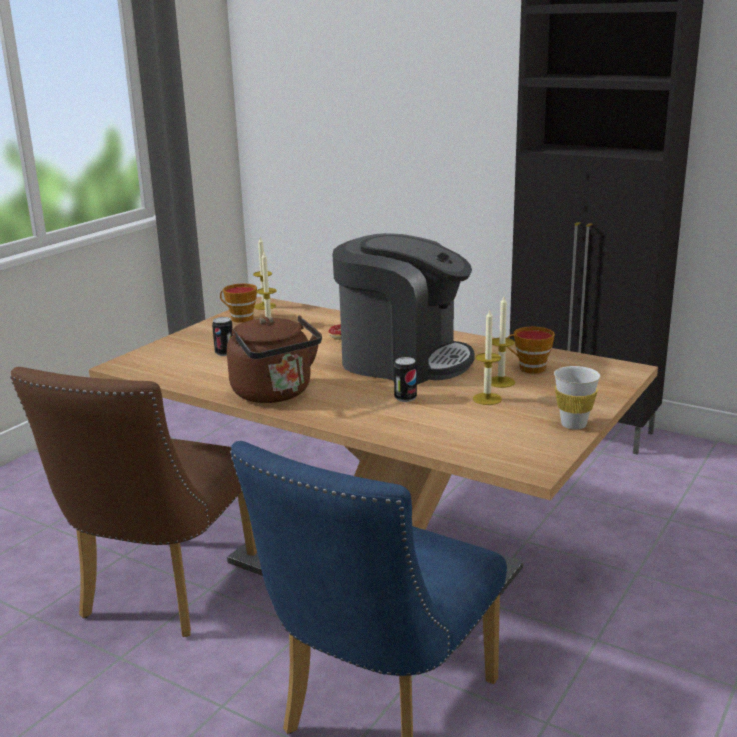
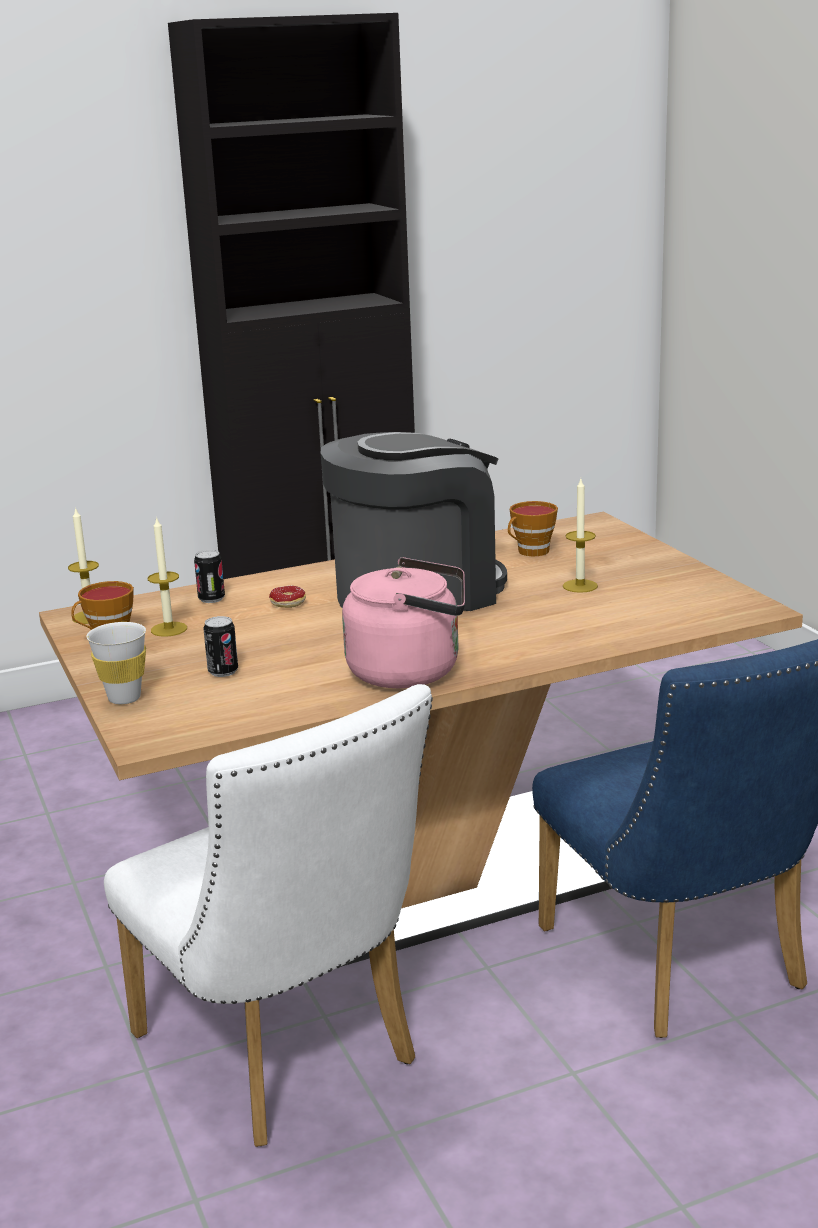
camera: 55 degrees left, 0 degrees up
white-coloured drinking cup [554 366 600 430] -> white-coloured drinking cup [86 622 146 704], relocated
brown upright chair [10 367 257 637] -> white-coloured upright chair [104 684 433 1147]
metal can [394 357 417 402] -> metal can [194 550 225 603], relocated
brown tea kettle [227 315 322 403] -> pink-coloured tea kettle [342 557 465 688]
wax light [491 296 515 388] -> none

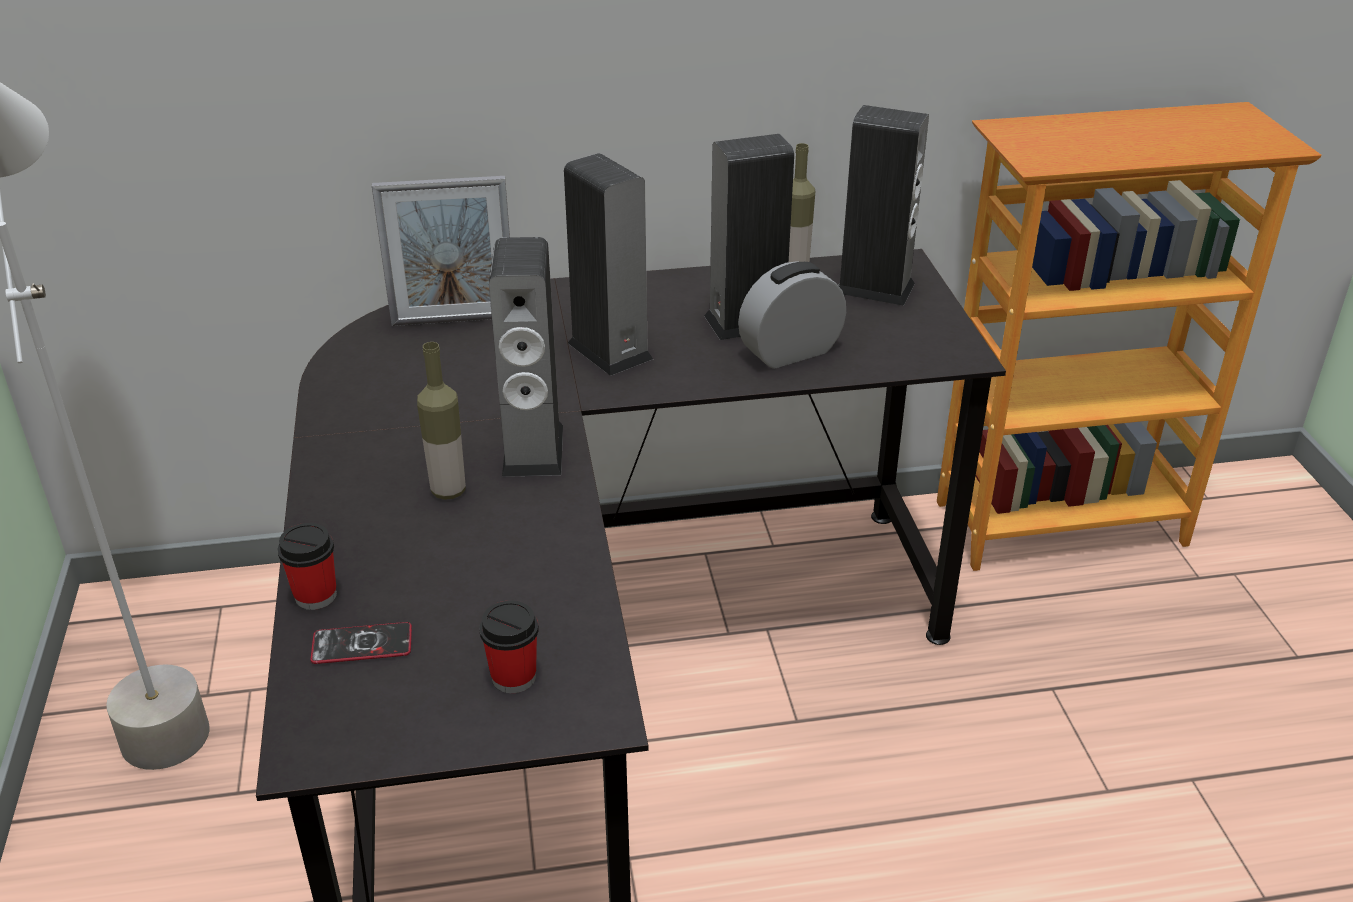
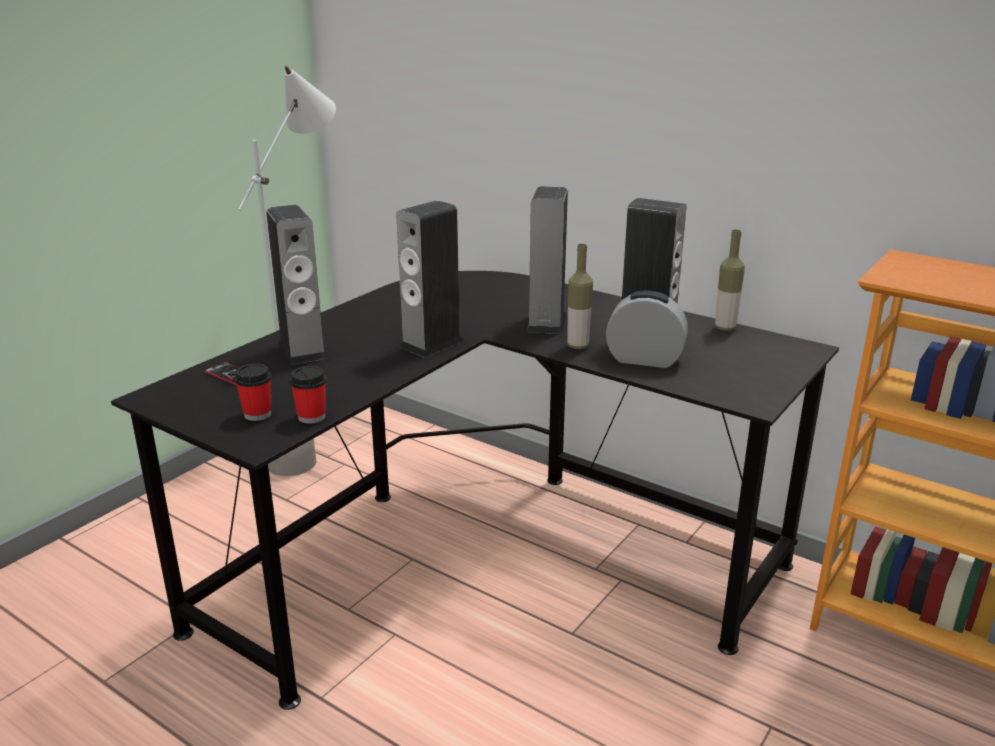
camera: 45 degrees right, 10 degrees down
audio speaker [838 105 929 306] -> audio speaker [266 205 328 365], relocated
drinking cup [278 523 337 610] -> drinking cup [290 366 326 424], relocated
drink bottle [417 342 466 500] -> drink bottle [567 244 593 349], relocated
standing frame [372 176 510 326] -> none

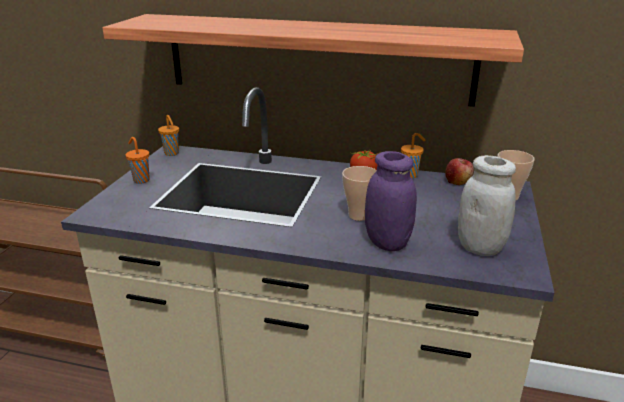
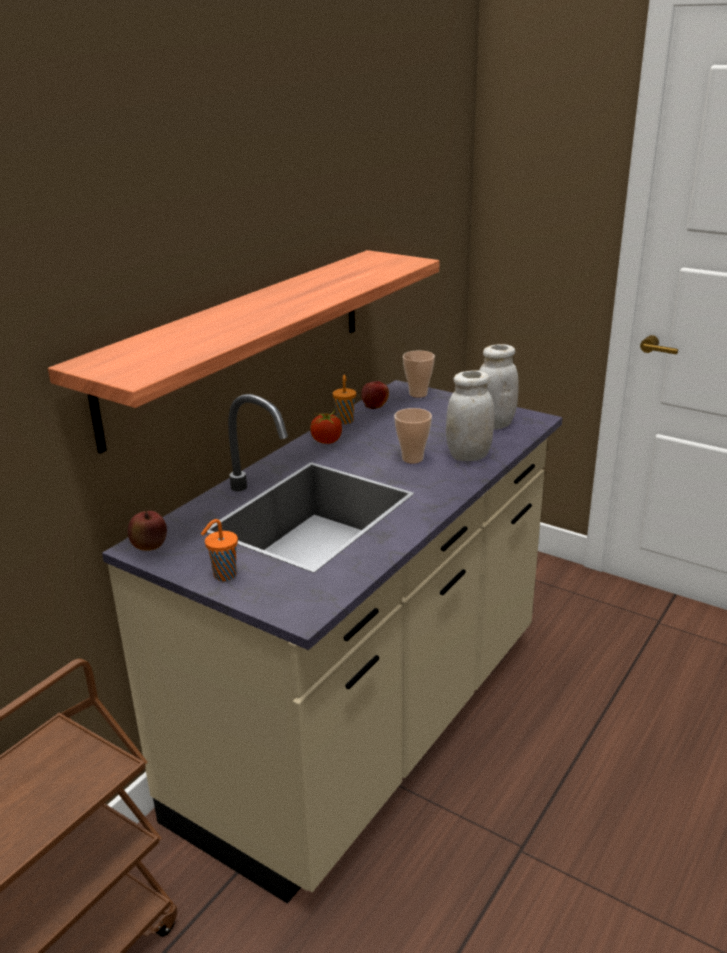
camera: 70 degrees left, 0 degrees up
orange drinking cup [158 115 179 156] -> apple fruit [128 509 167 551]
purplish preserve jar [365 151 417 251] -> white-coloured preserve jar [446 370 494 461]

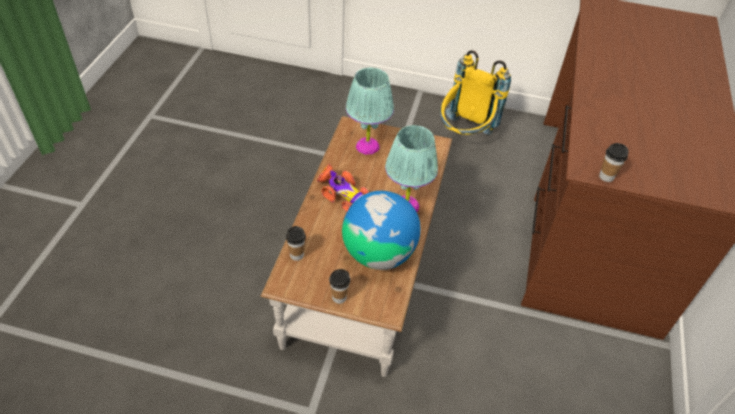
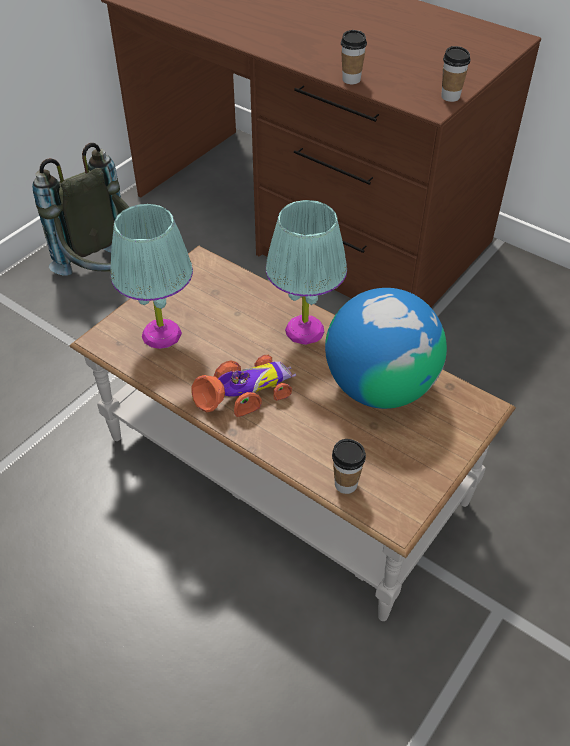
camera: 65 degrees left, 0 degrees up
yellowish rucksack [440 50 511 135] -> greyish rucksack [32 143 129 276]
drinking cup [329 269 350 304] -> drinking cup [341 30 367 84], relocated

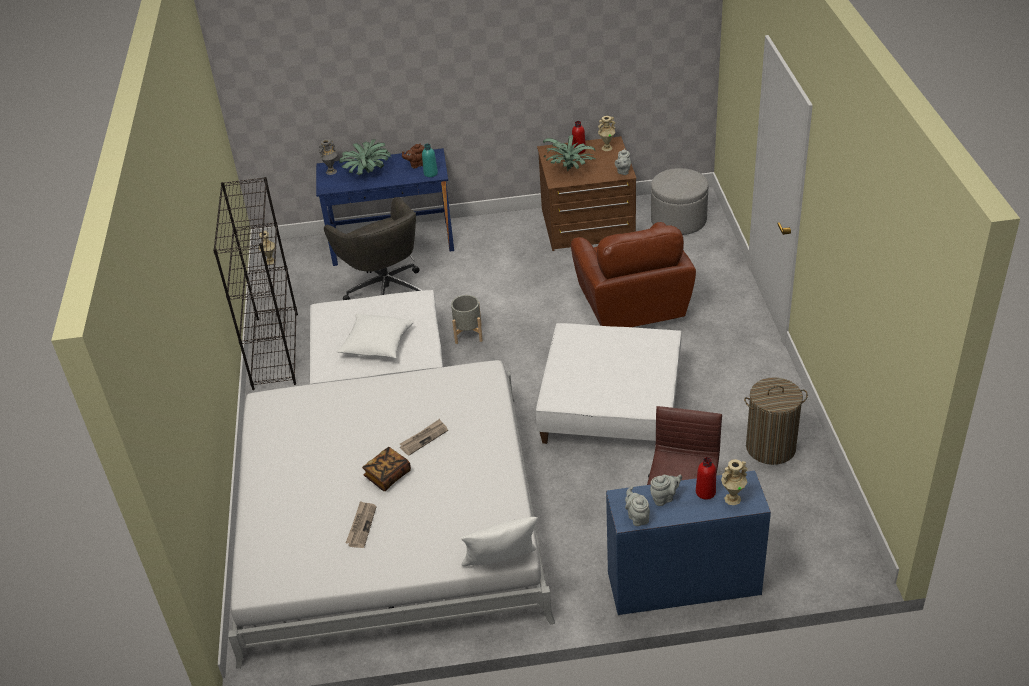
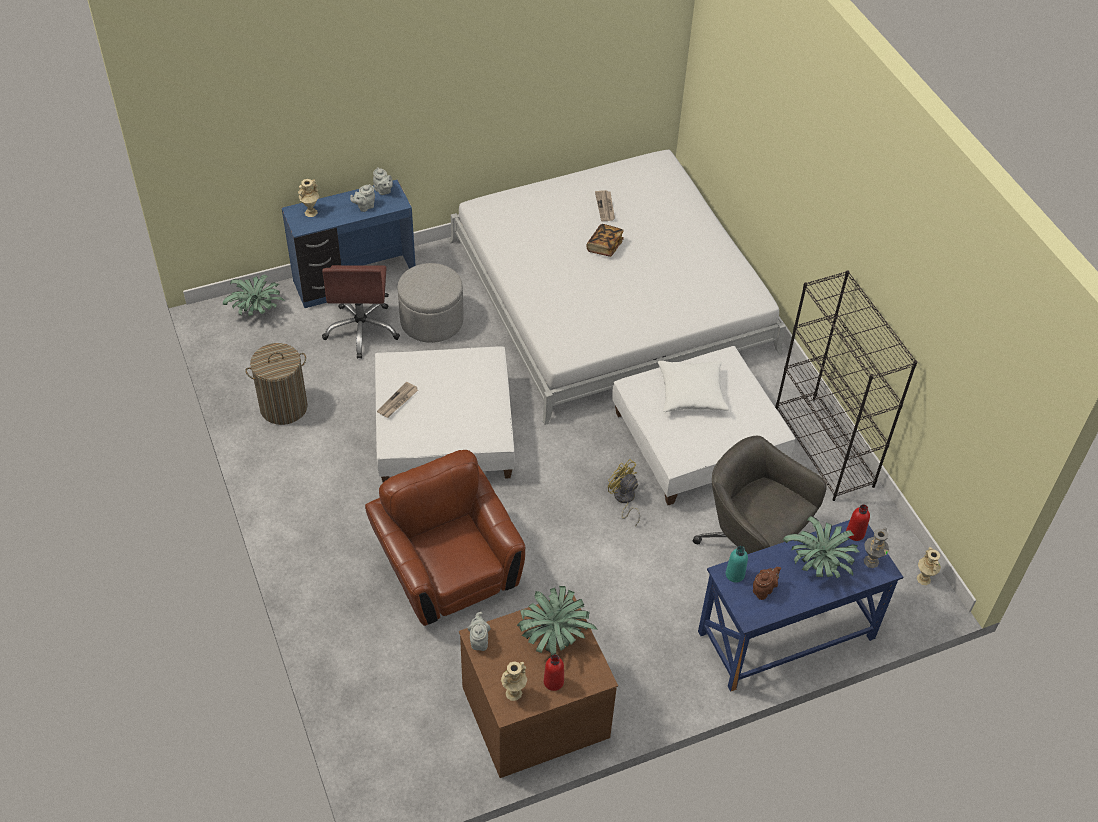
camera: 160 degrees right, 10 degrees up
none -> houseplant [223 275 284 316]
printed paper [400 419 448 456] -> printed paper [377 381 418 418], relocated
greyish footrest [651 168 708 235] -> greyish footrest [397 263 464 343], relocated
greyish planter [451 295 483 344] -> yellowish electric fan [608 459 640 526]
red drink bottle [696 457 716 500] -> red drink bottle [846 504 870 541], relocated
white-coloured cushion [461 517 538 566] -> none

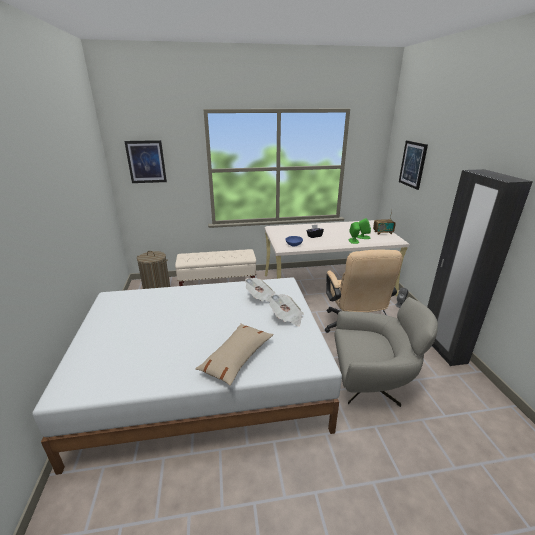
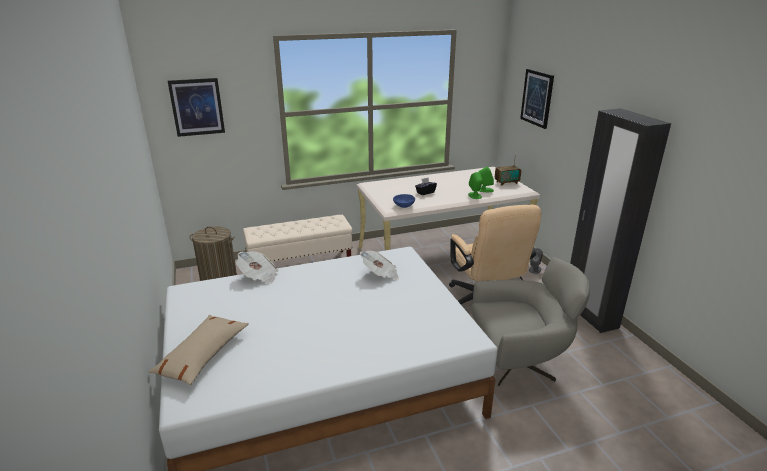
camera: 10 degrees left, 0 degrees up
sand-coloured cushion [195 323 274 386] -> sand-coloured cushion [148 315 249 385], relocated
printed paper [269 294 304 326] -> printed paper [236 251 278 284], relocated

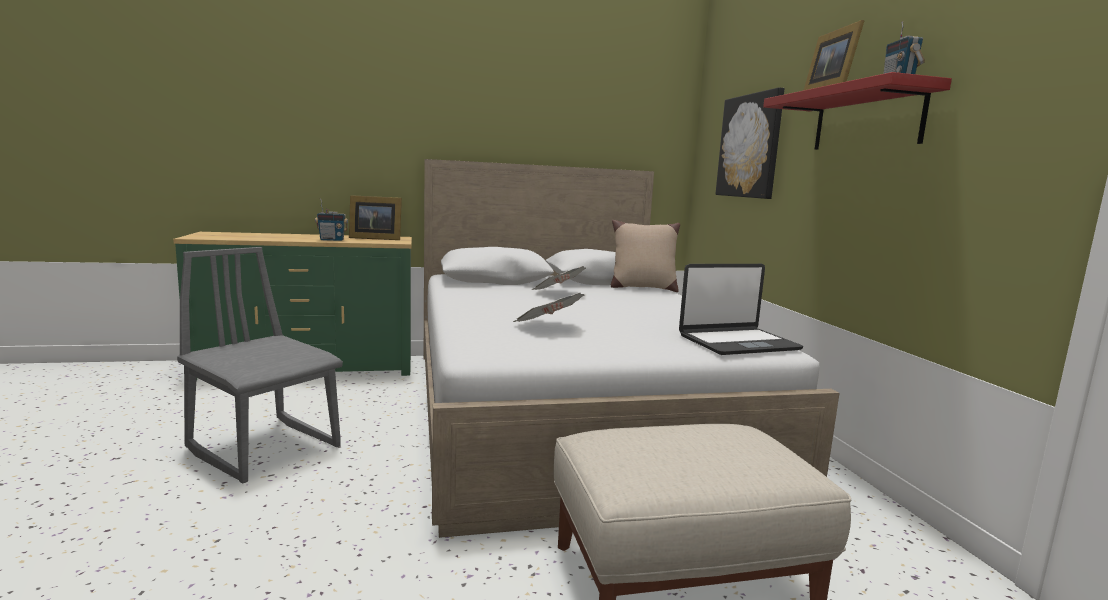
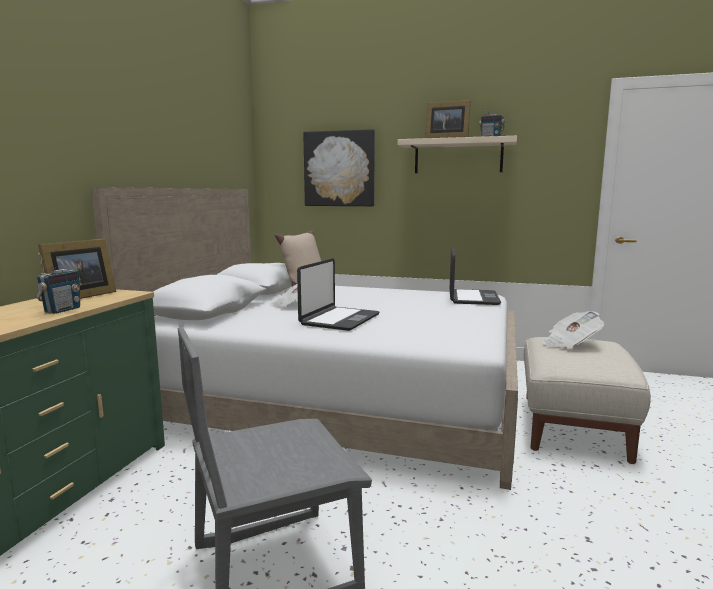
camera: 60 degrees left, 0 degrees up
none -> notebook computer [297 258 379 331]
red wall shelf [763 72 952 150] -> sand-coloured wall shelf [398 136 517 173]
printed paper [513 293 585 322] -> printed paper [542 311 604 348], relocated

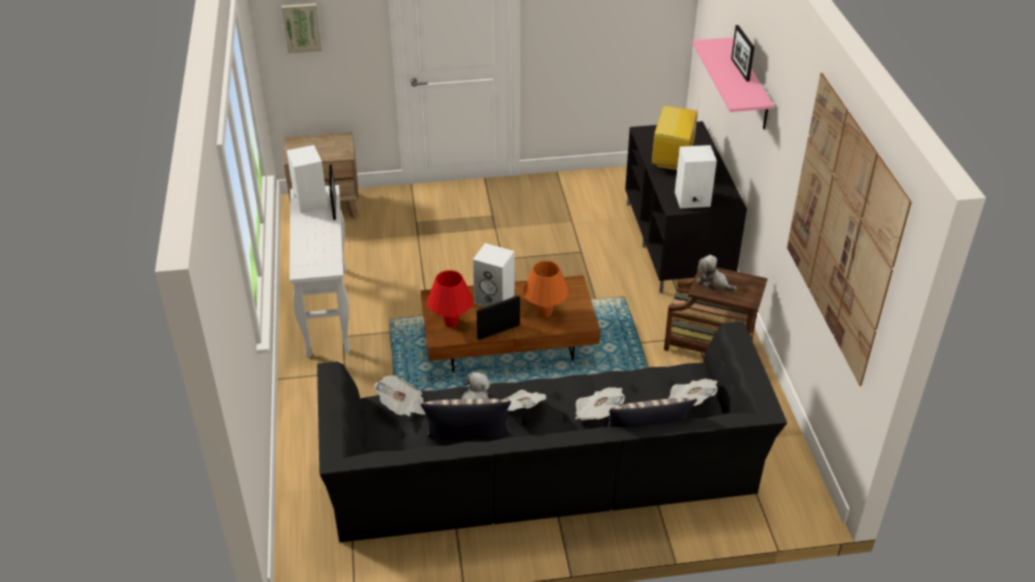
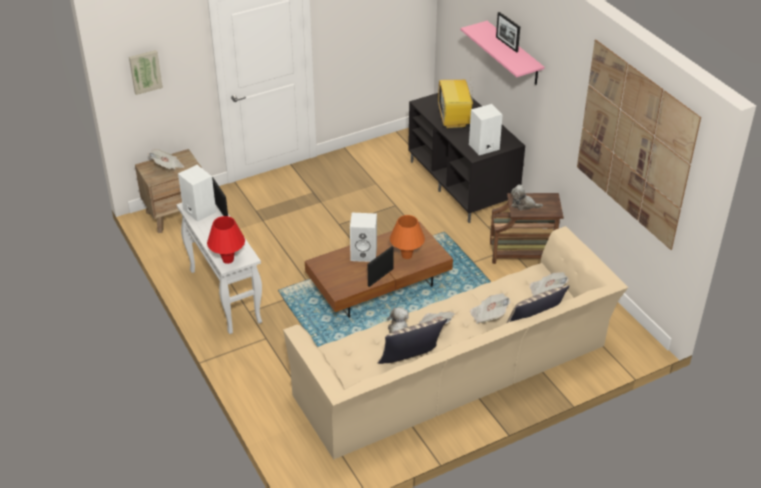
camera: 20 degrees left, 0 degrees up
printed paper [374 375 425 416] -> printed paper [148 149 185 169], relocated
red table lamp [427 270 473 328] -> red table lamp [207 216 245 264], relocated
black couch [317 321 787 543] -> sand-coloured couch [283 226 628 460]

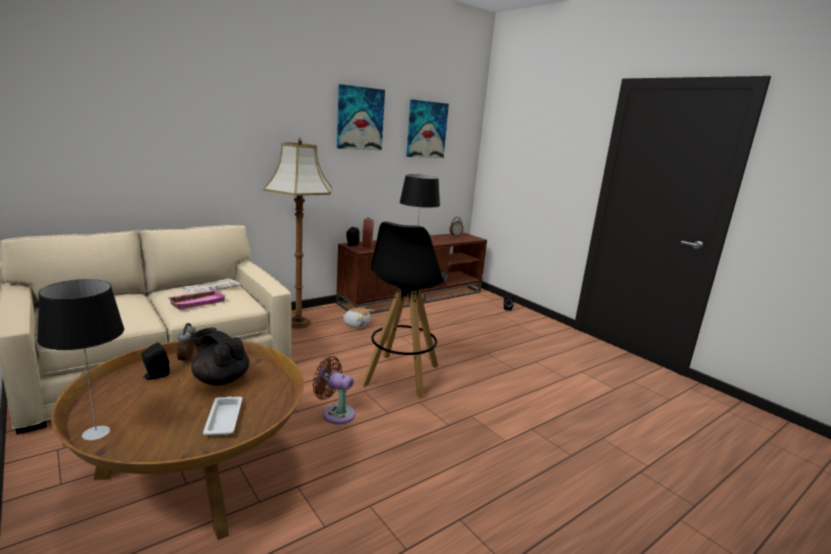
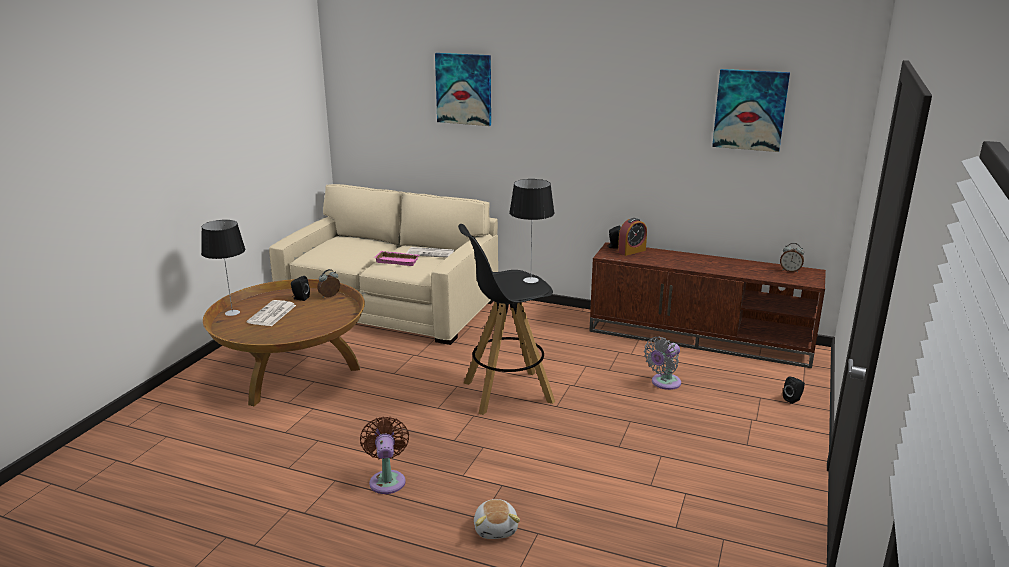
camera: 60 degrees right, 5 degrees up
none -> printed paper [246 300 296 326]
brown electric fan [313 356 355 424] -> brown electric fan [360 416 409 494], relocated
picture [337 84 385 150] -> picture [435 53 491 126], relocated
soft toy [343 308 373 328] -> soft toy [474 499 520 539], relocated
none -> greyish electric fan [644 337 681 390]
black pot for tea [190 328 249 386] -> none
white-coloured tray [203 396 242 436] -> none
standing lamp [263 138 332 329] -> none

